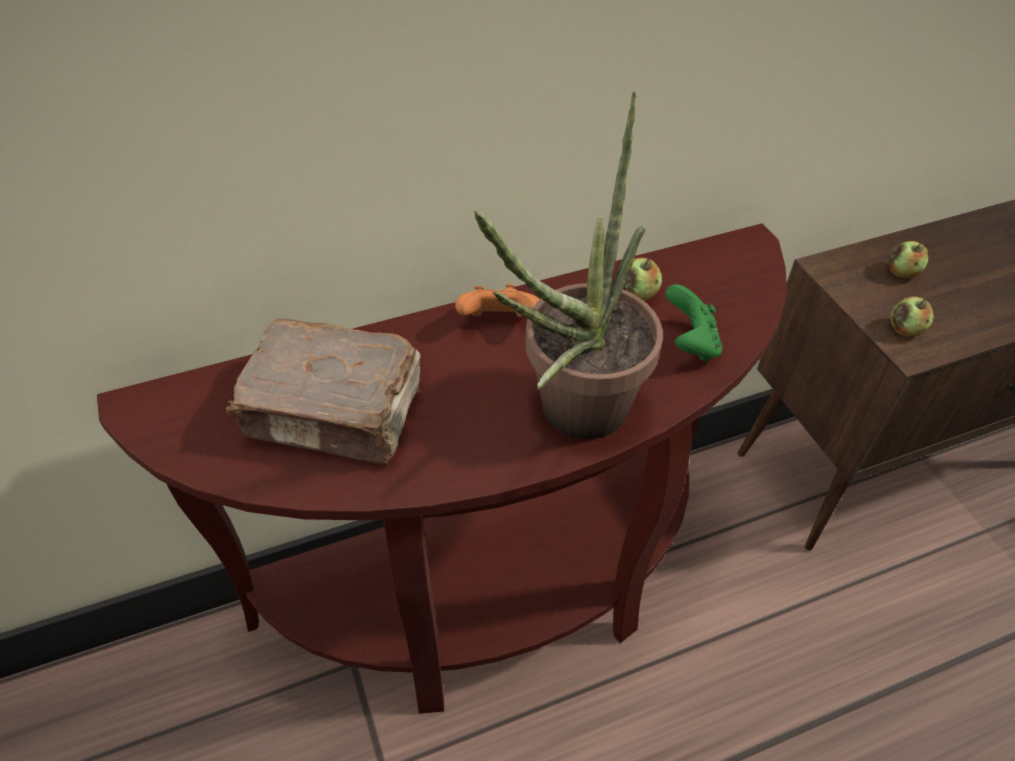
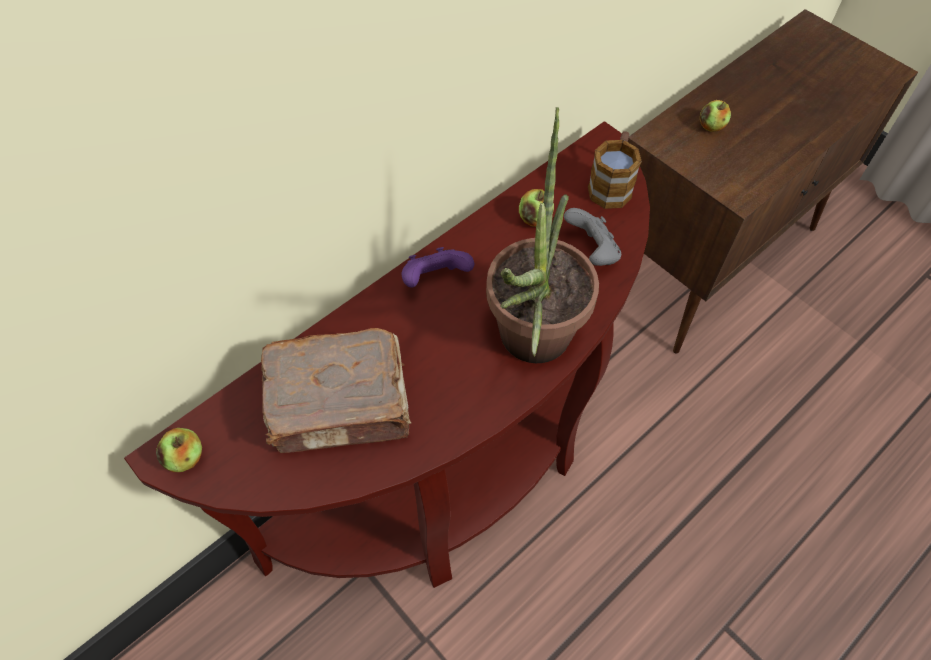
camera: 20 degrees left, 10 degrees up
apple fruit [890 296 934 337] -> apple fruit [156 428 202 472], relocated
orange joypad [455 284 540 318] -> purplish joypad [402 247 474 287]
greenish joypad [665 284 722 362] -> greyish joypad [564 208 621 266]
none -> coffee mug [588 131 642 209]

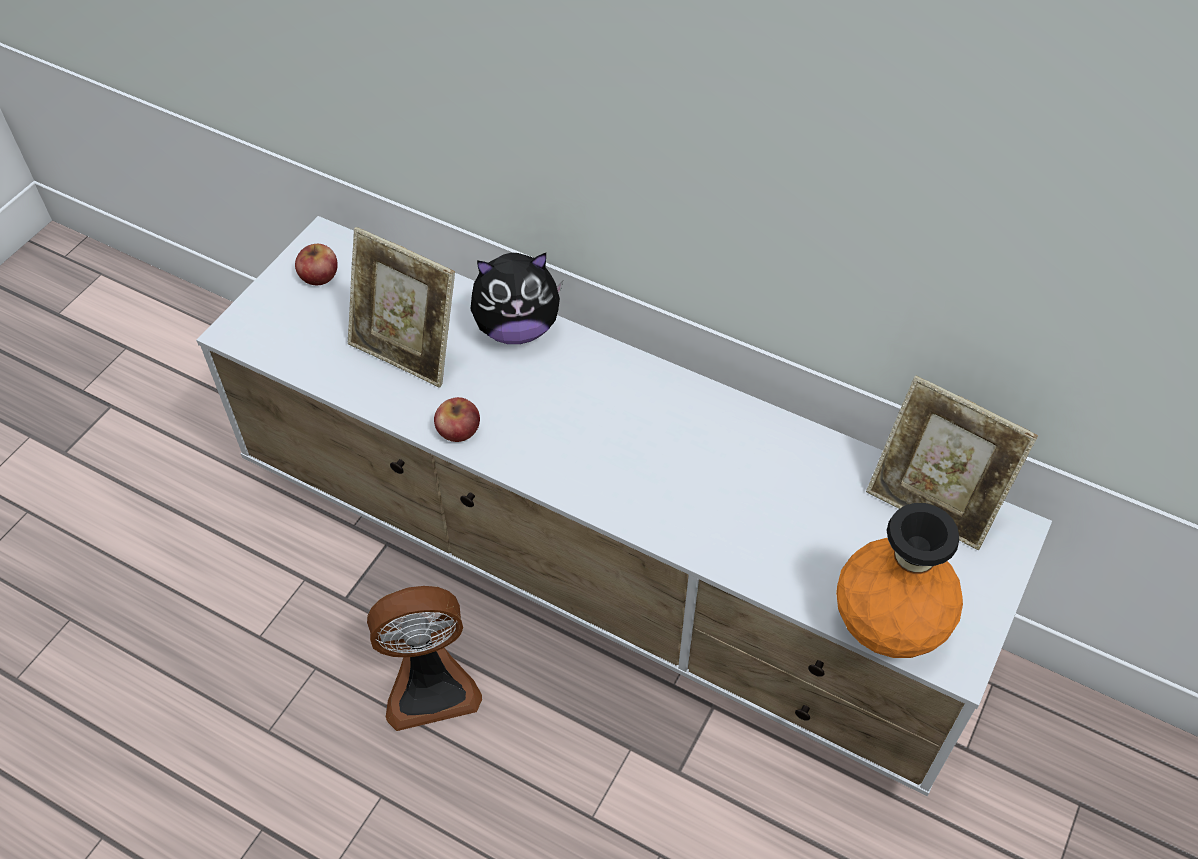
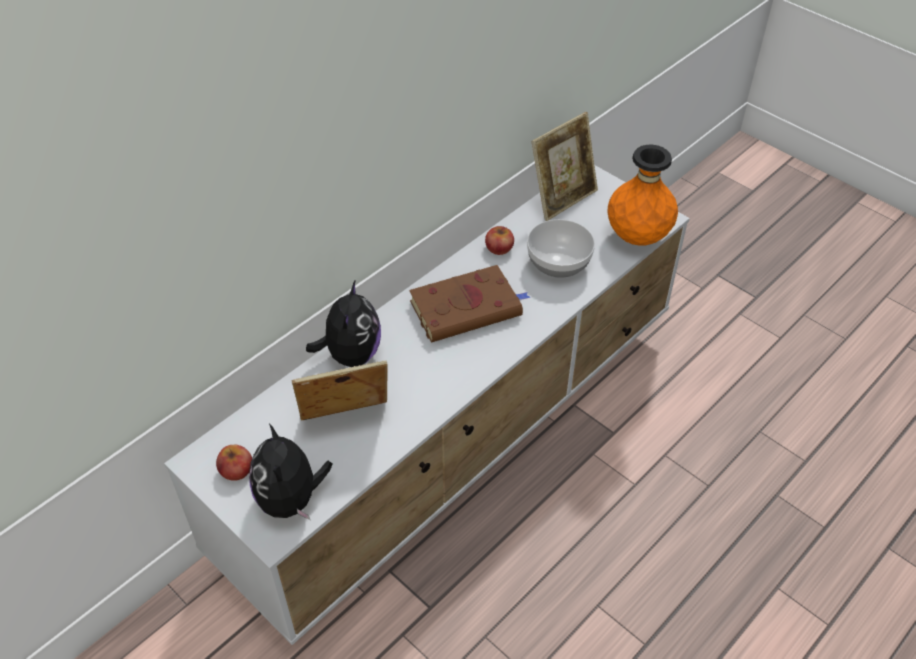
camera: 75 degrees left, 5 degrees down
none -> soft toy [249 423 333 520]
standing frame [348 227 455 388] -> standing frame [292 360 388 421], 150 degrees counterclockwise
none -> brown volume [410 265 530 343]
apple fruit [434 397 480 442] -> apple fruit [485 226 514 255], relocated
none -> deep dish [527 219 595 278]
electric fan [367 586 482 731] -> none

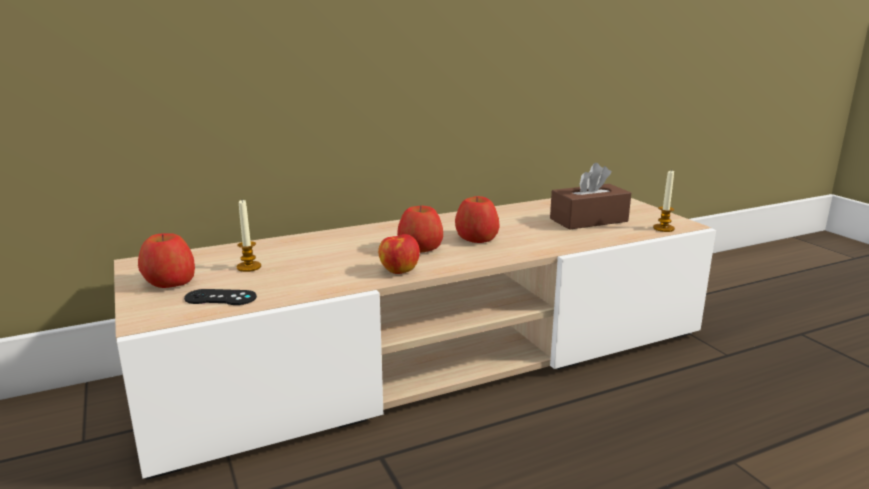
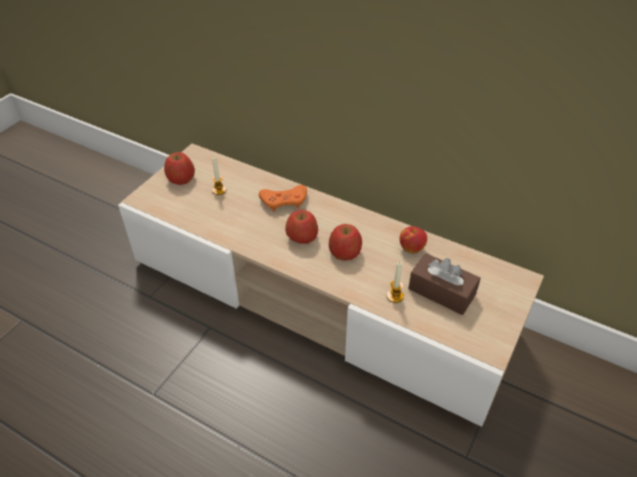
camera: 55 degrees right, 25 degrees up
none -> orange joypad [259 185 307 212]
wax light [653 169 675 232] -> wax light [387 262 404 303], relocated
apple fruit [378 234 420 274] -> apple fruit [400 226 427 254], relocated
black joypad [184 289 257 305] -> none

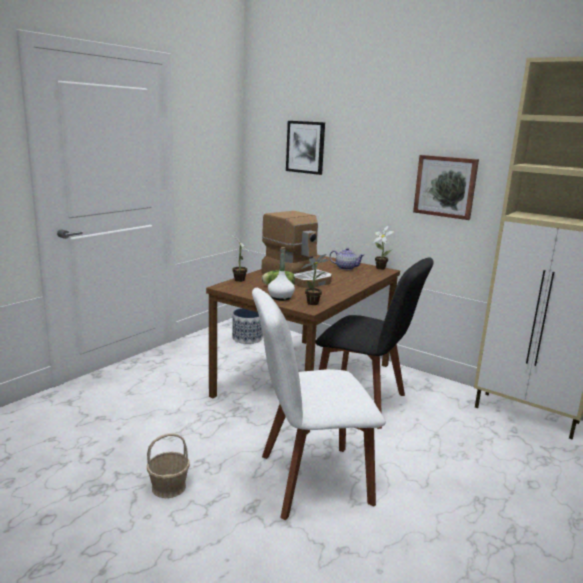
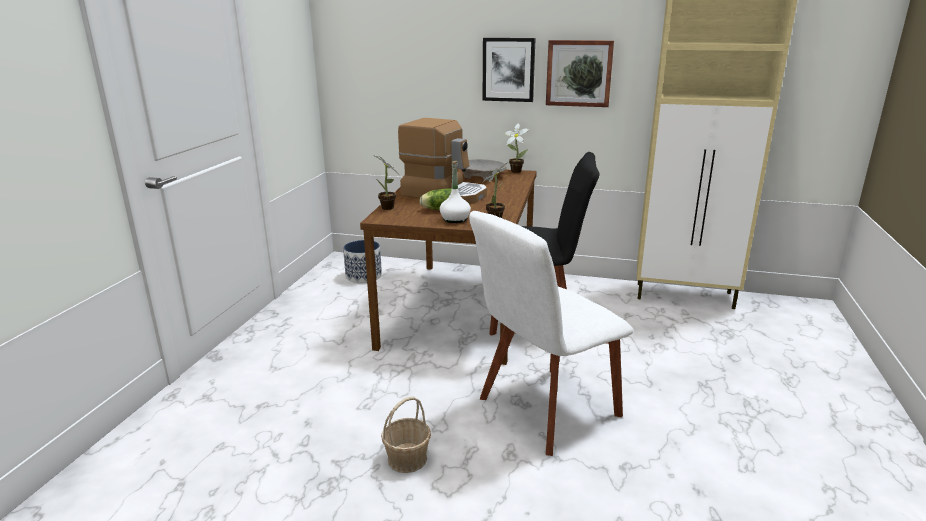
camera: 20 degrees left, 5 degrees up
pot for tea [329 248 364 270] -> sand-coloured deep dish [461 159 506 181]
picture [286 121 325 175] -> picture [483 38 536 102], relocated

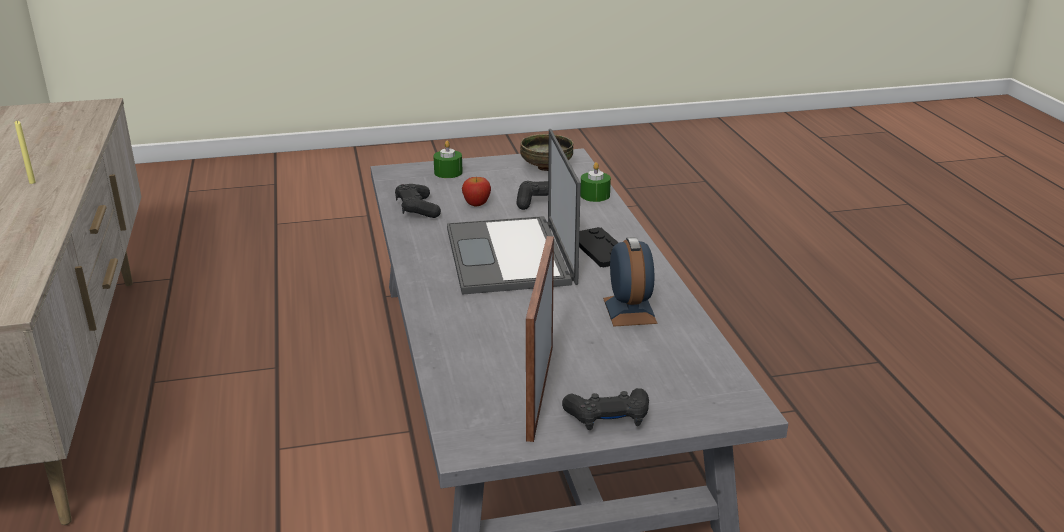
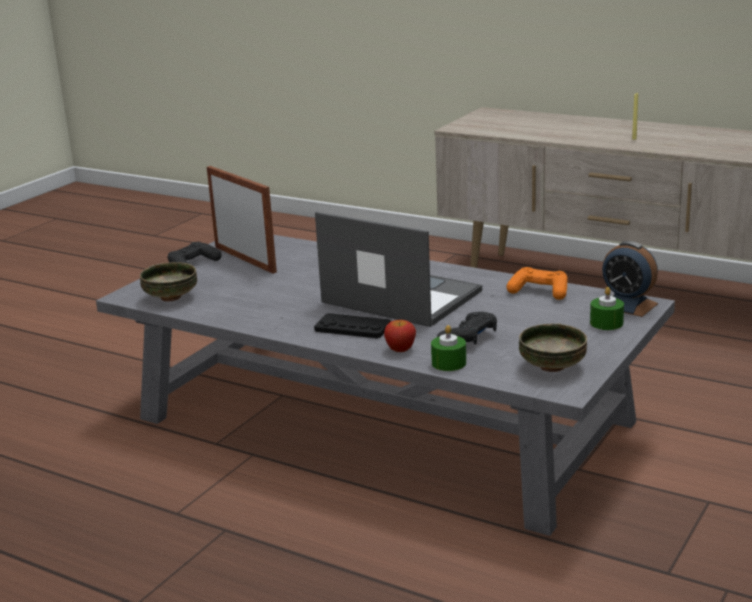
camera: 135 degrees right, 5 degrees down
none -> deep dish [140 262 197 302]
apple fruit [462 177 491 206] -> apple fruit [384 320 416 352], relocated
black joypad [395 184 441 218] -> orange joypad [506 267 567 300]
alarm clock [603 237 657 327] -> alarm clock [602 241 658 317], relocated

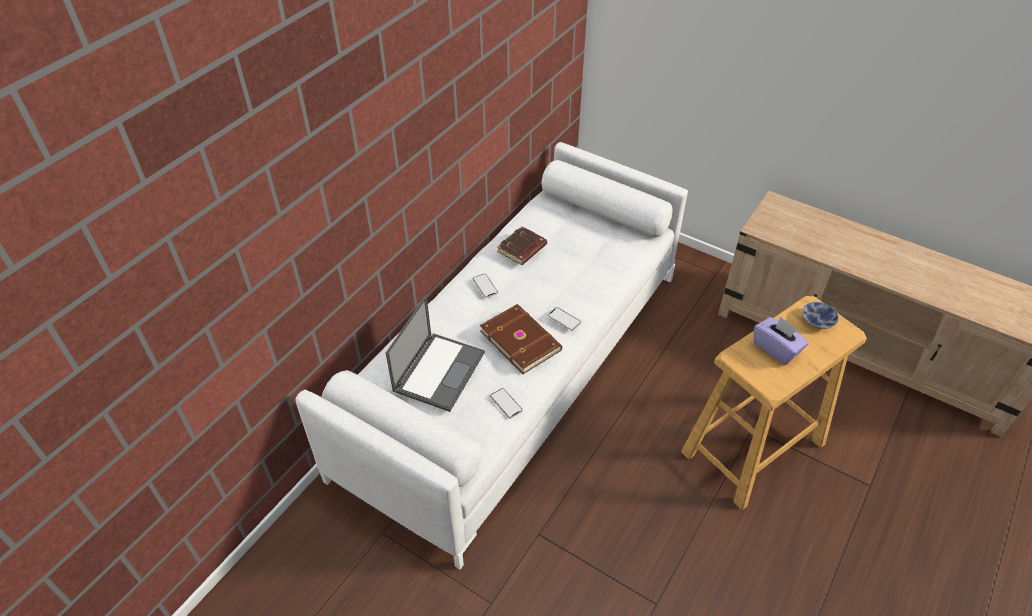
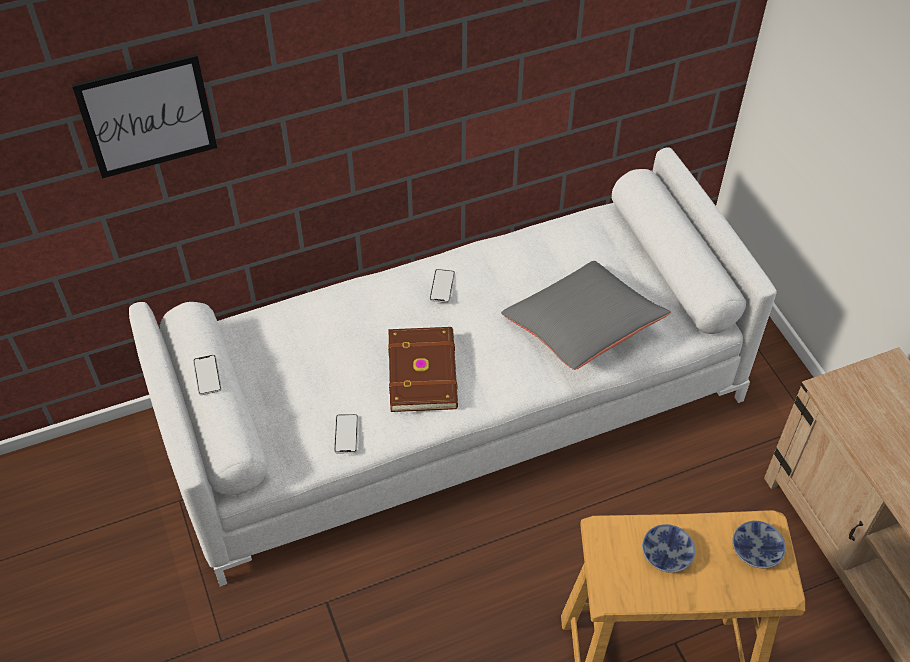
camera: 35 degrees right, 5 degrees up
none -> picture [72 54 217 178]
telephone [548 307 581 331] -> telephone [193 355 222 395], relocated
none -> greyish cushion [501 261 671 370]
purplish box of tissues [754 316 809 365] -> deep dish [642 524 696 573]
notebook computer [386 295 485 412] -> none
brown volume [497 226 547 265] -> none

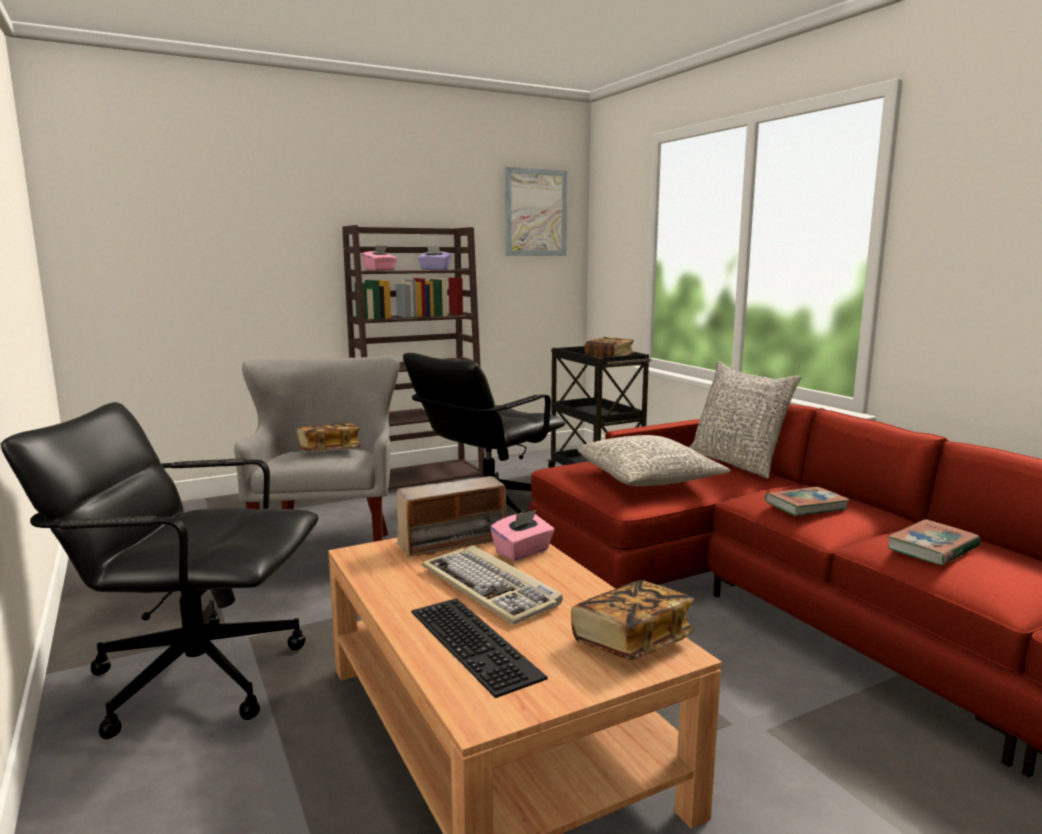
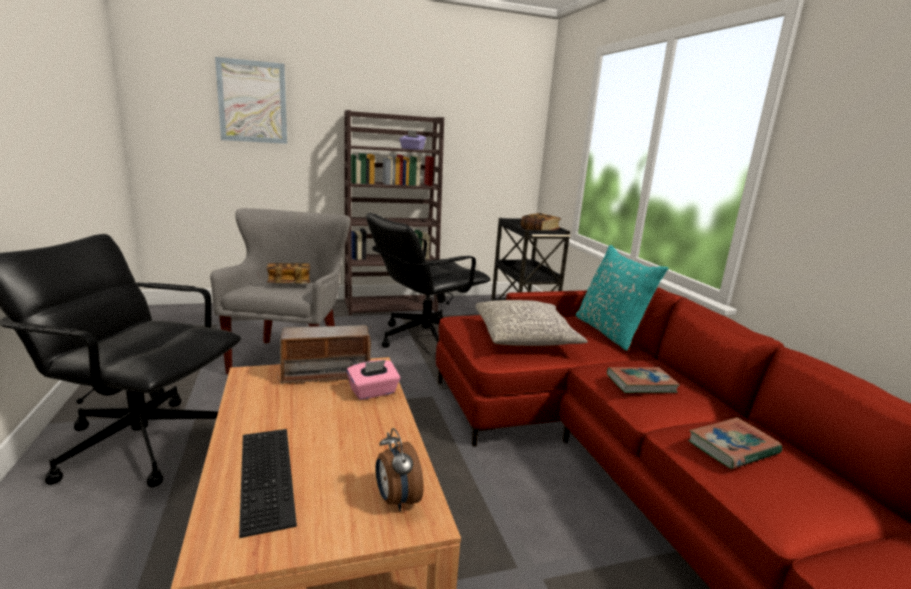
camera: 10 degrees right, 5 degrees up
picture [505 167 567 256] -> picture [215 57 287 144], relocated
volume [571 580 694 660] -> alarm clock [376 428 424 511]
greyish cushion [689 361 801 478] -> blue-green cushion [576 245 668 351]
pink-coloured box of tissues [361 245 397 271] -> none
PC keyboard [422 545 563 624] -> none

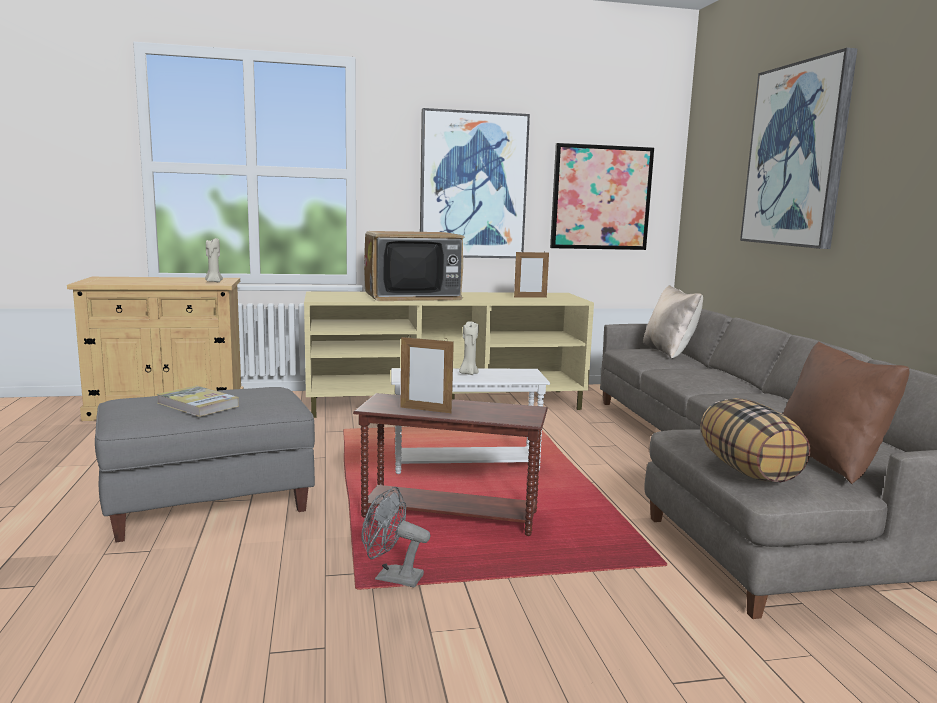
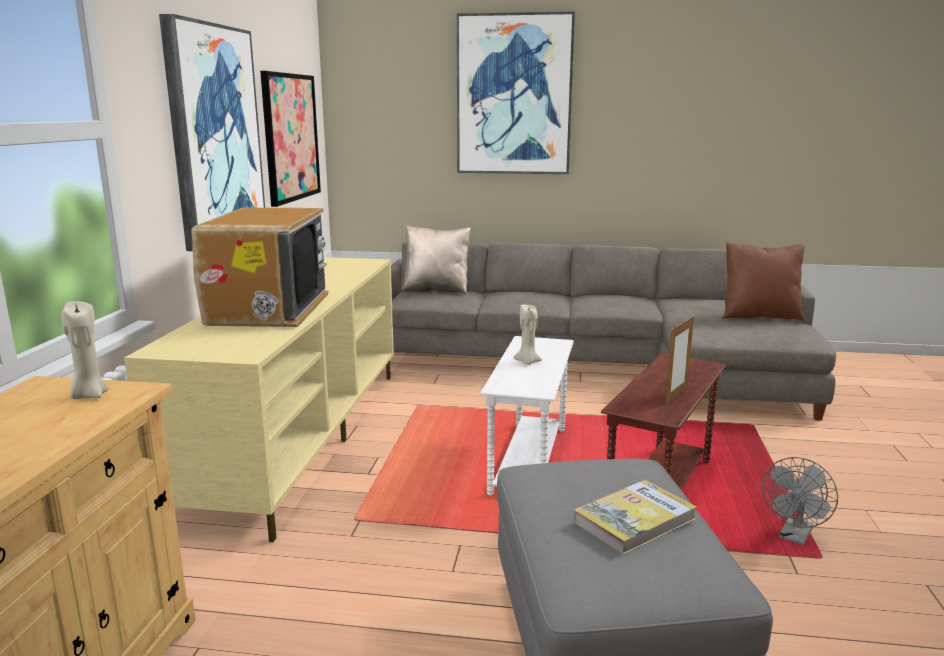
camera: 70 degrees left, 5 degrees up
standing frame [514 252 549 298] -> none
cushion [700 398 810 482] -> none

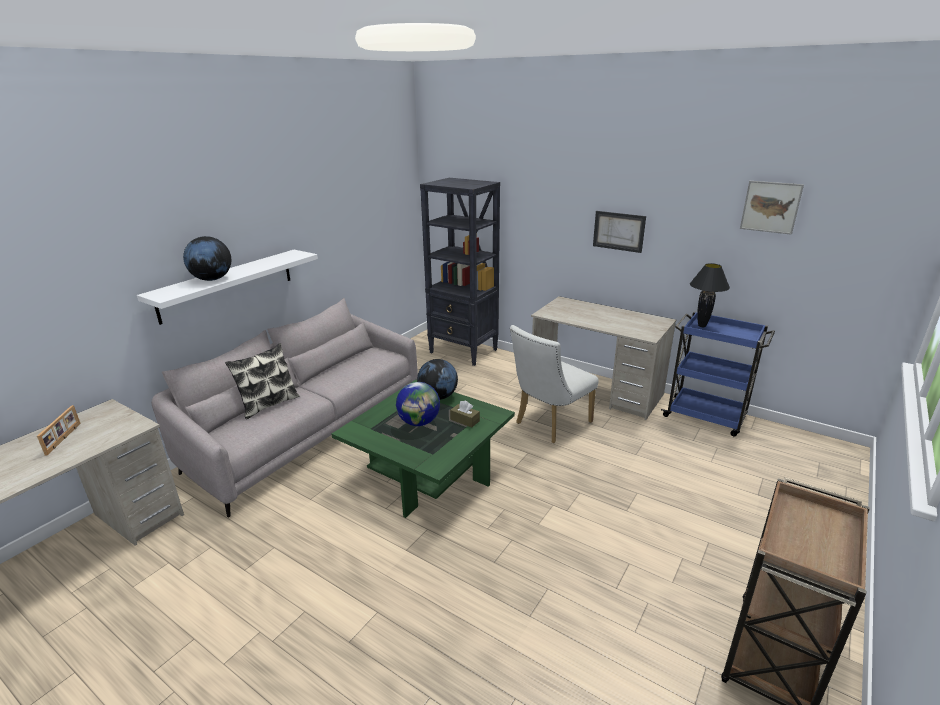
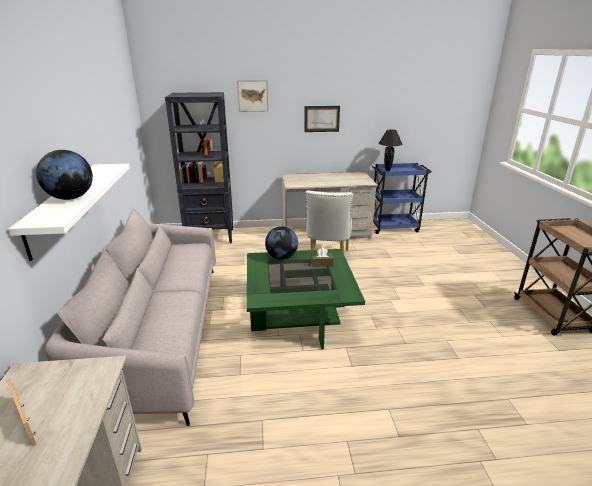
camera: 40 degrees left, 0 degrees up
picture [740 181 804 235] -> picture [237 80 268 112], relocated
cushion [225 343 300 419] -> none
desk globe [396 382 440 426] -> none

